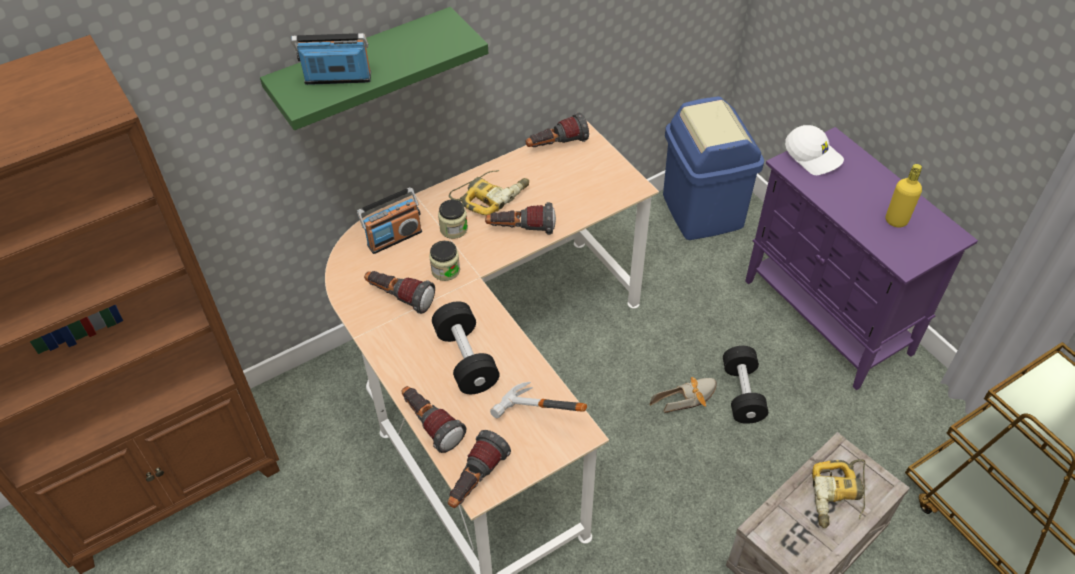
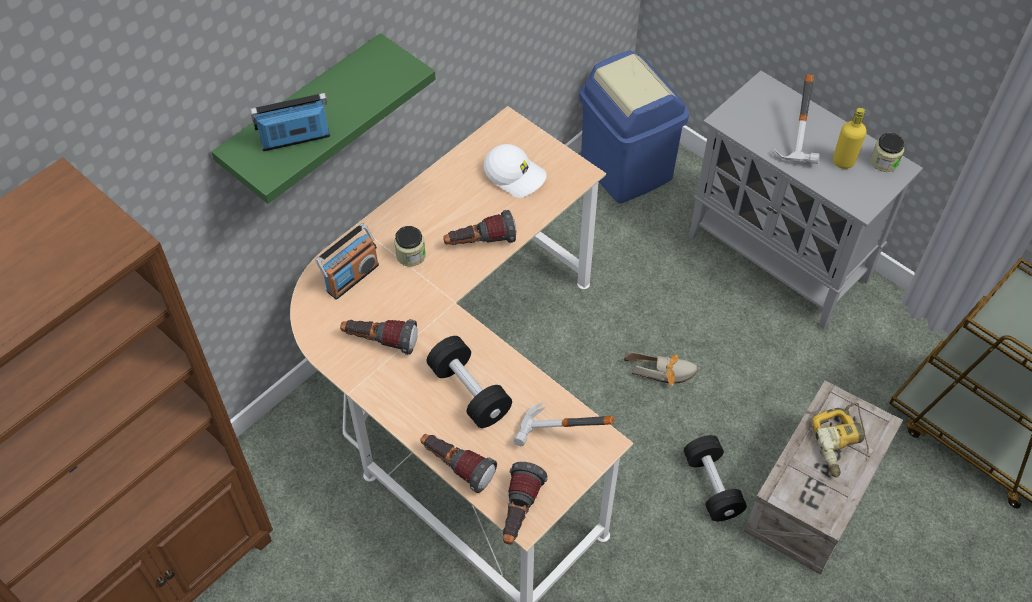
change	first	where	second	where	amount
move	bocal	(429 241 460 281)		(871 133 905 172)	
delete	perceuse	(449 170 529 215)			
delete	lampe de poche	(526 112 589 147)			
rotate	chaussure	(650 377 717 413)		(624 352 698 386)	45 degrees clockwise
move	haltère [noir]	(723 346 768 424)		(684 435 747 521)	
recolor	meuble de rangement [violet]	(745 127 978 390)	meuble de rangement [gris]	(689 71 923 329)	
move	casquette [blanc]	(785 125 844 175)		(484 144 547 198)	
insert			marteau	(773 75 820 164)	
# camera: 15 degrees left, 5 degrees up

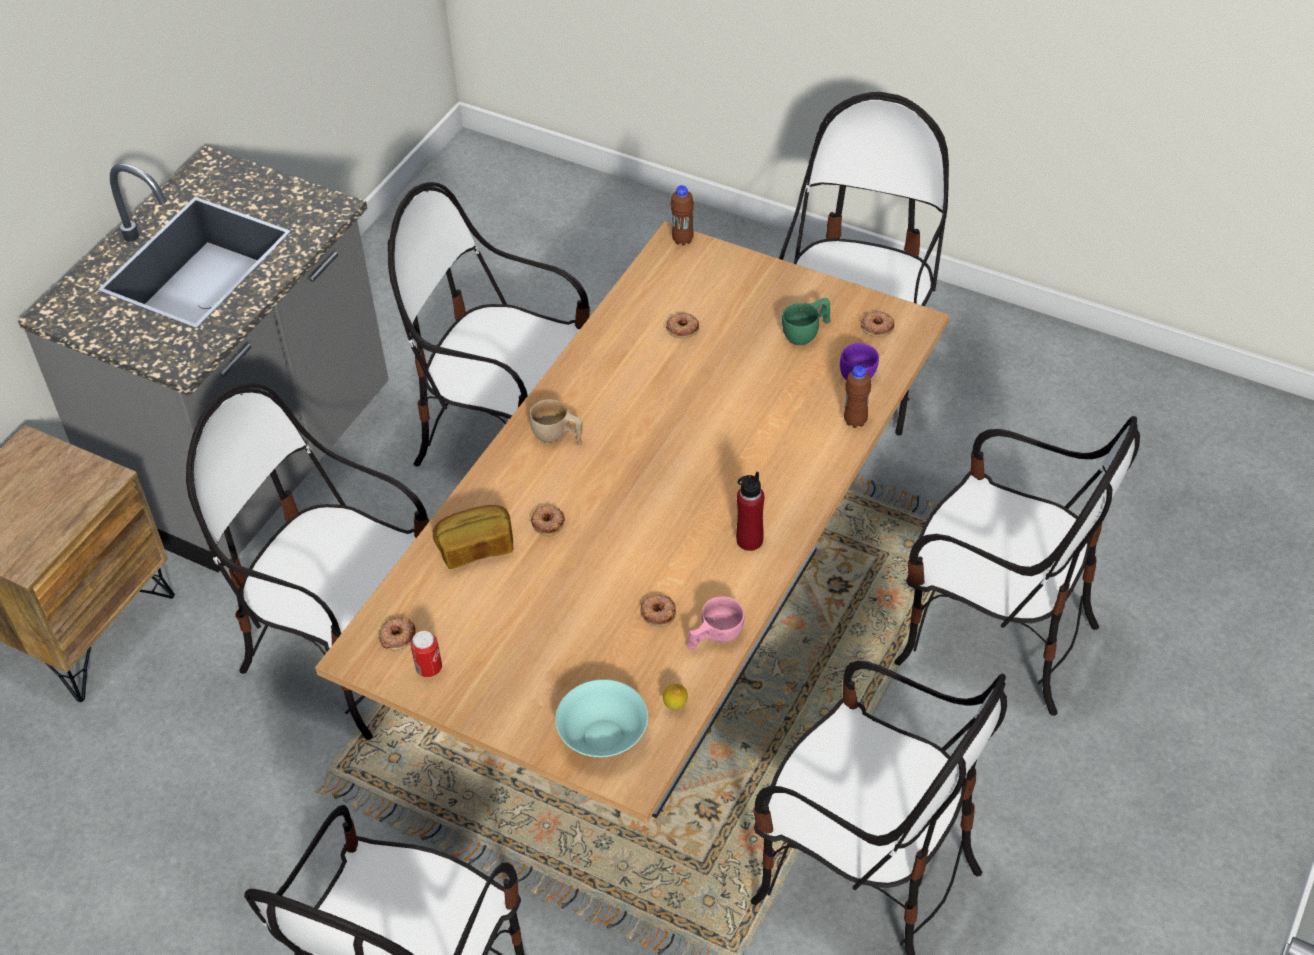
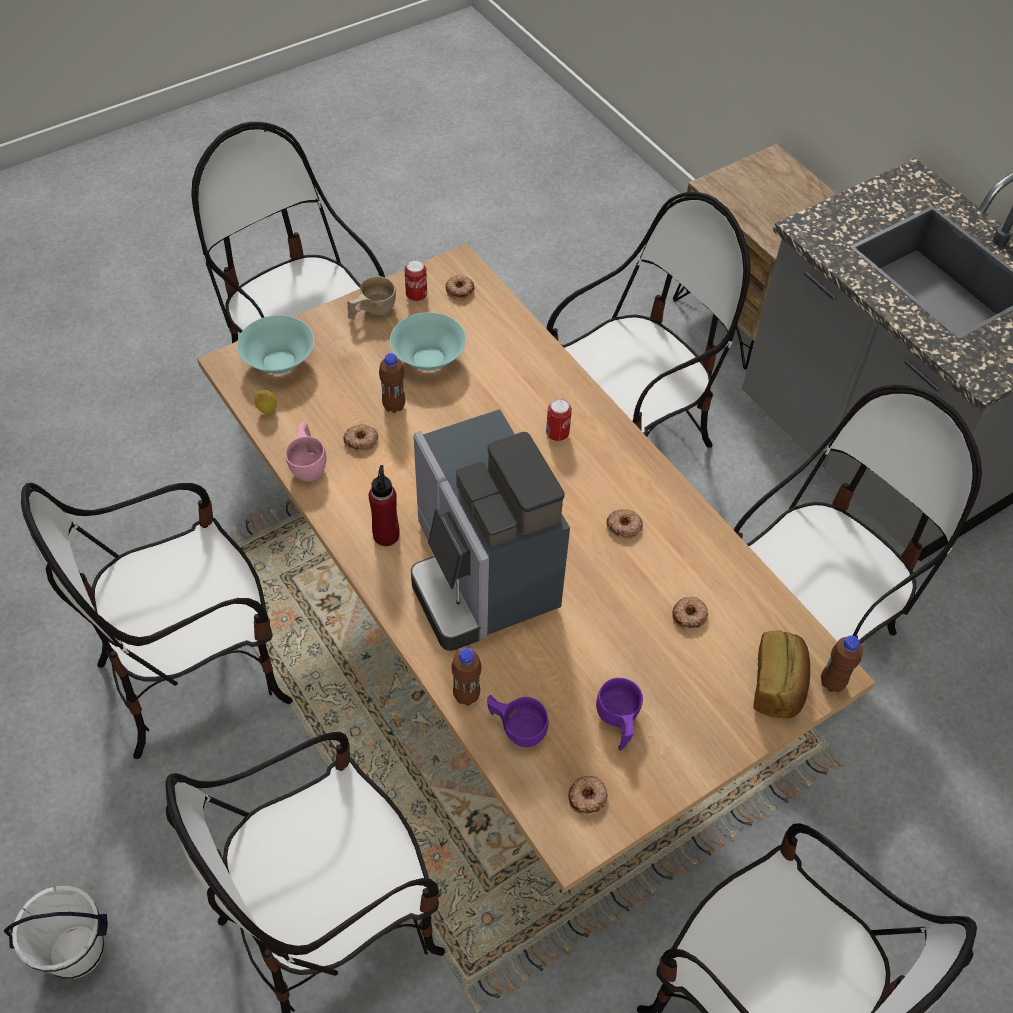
change	first	where	second	where	amount
move	pain	(433 505 513 569)		(753 630 810 718)	
move	tasse [beige]	(529 399 583 445)		(347 276 396 319)	
move	beignet	(531 505 565 536)		(606 509 643 539)	
recolor	tasse [vert]	(782 298 831 345)	tasse [violet]	(596 678 643 751)	
insert			seau [blanc]	(4 886 108 979)	
insert			bouteille [marron]	(379 353 405 413)	
insert			bol [turquoise]	(390 312 466 371)	
insert			machine à café	(411 409 570 651)	
insert			boîte métallique	(546 398 572 441)	
# camera: 115 degrees right, 5 degrees up

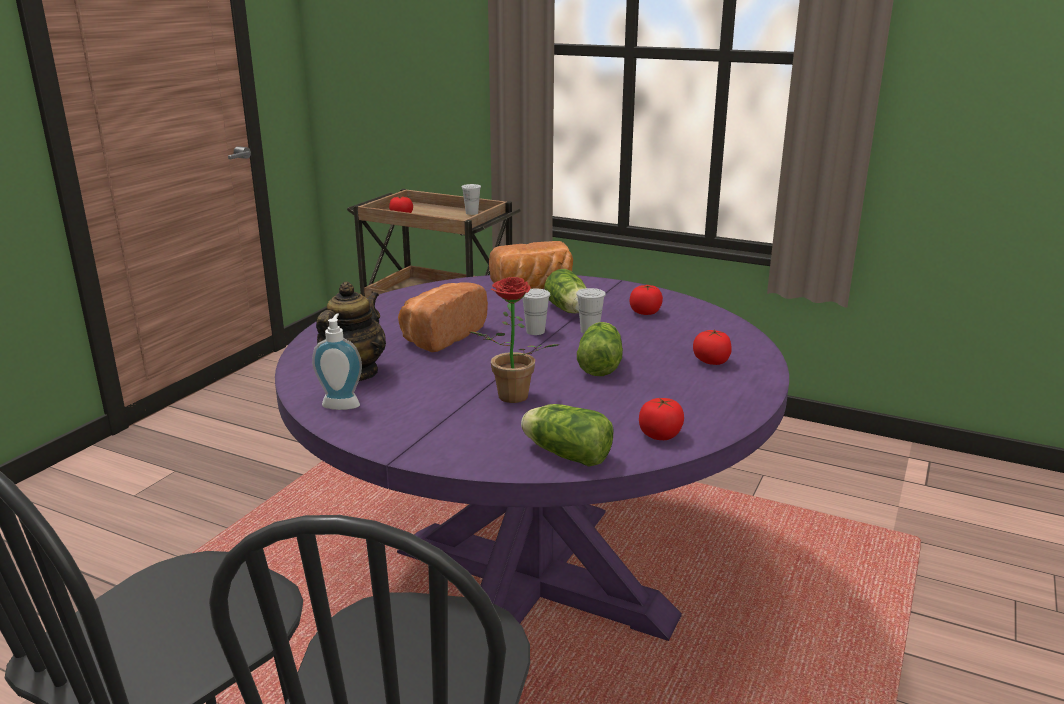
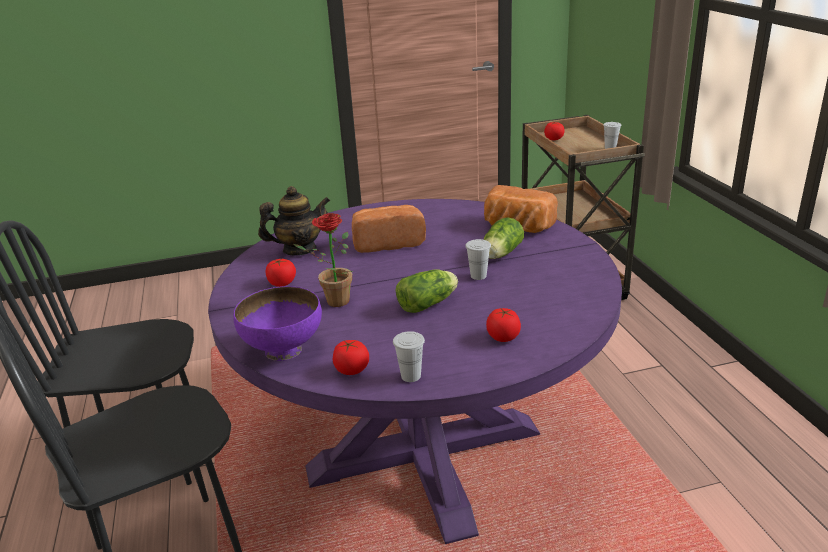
change	first	where	second	where	amount
delete	distributeur de savon	(312 313 362 410)			
replace	laitue	(521 404 613 467)	bol [violet]	(234 286 322 361)	
move	tasse [blanc]	(523 289 550 335)		(393 331 425 382)	
move	tomate	(630 285 663 315)		(266 259 296 287)	
# camera: 50 degrees right, 5 degrees up

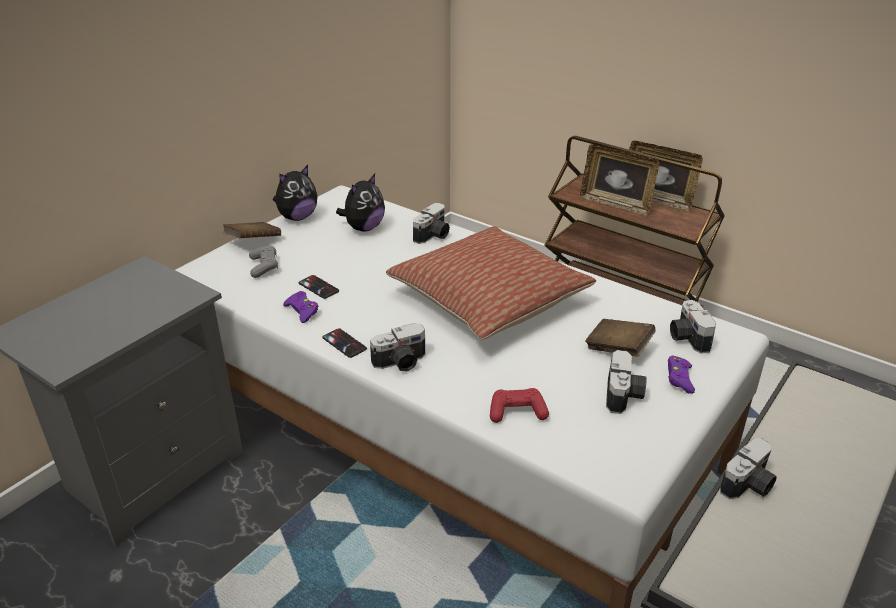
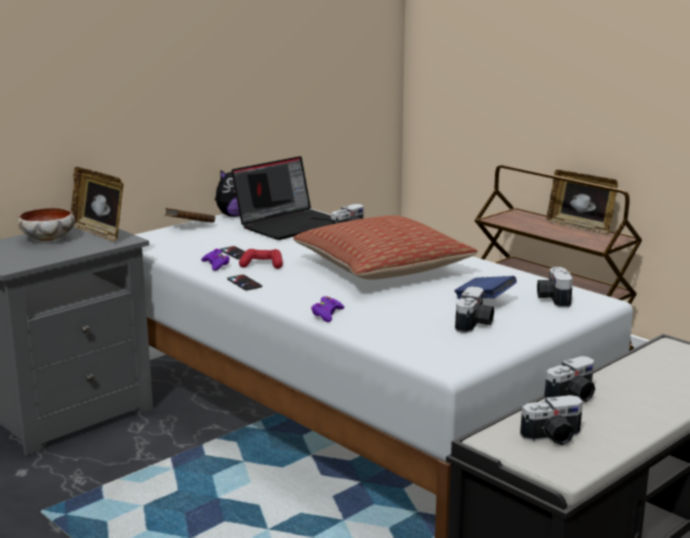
change	first	where	second	where	amount
delete	manette [gris]	(249 246 278 278)			
replace	peluche	(336 174 385 232)	ordinateur portable	(231 156 331 240)	
move	appareil photo	(370 323 425 372)		(520 395 583 445)	
move	manette [rouge]	(490 388 549 423)		(239 249 283 269)	
move	cadre photo	(580 144 659 216)		(71 167 124 242)	
recolor	livre [marron]	(585 319 655 357)	livre [bleu]	(454 276 517 299)	
move	manette [violet]	(668 356 695 394)		(311 296 344 322)	
insert			bol	(18 208 75 241)	
# camera: 10 degrees right, 15 degrees down

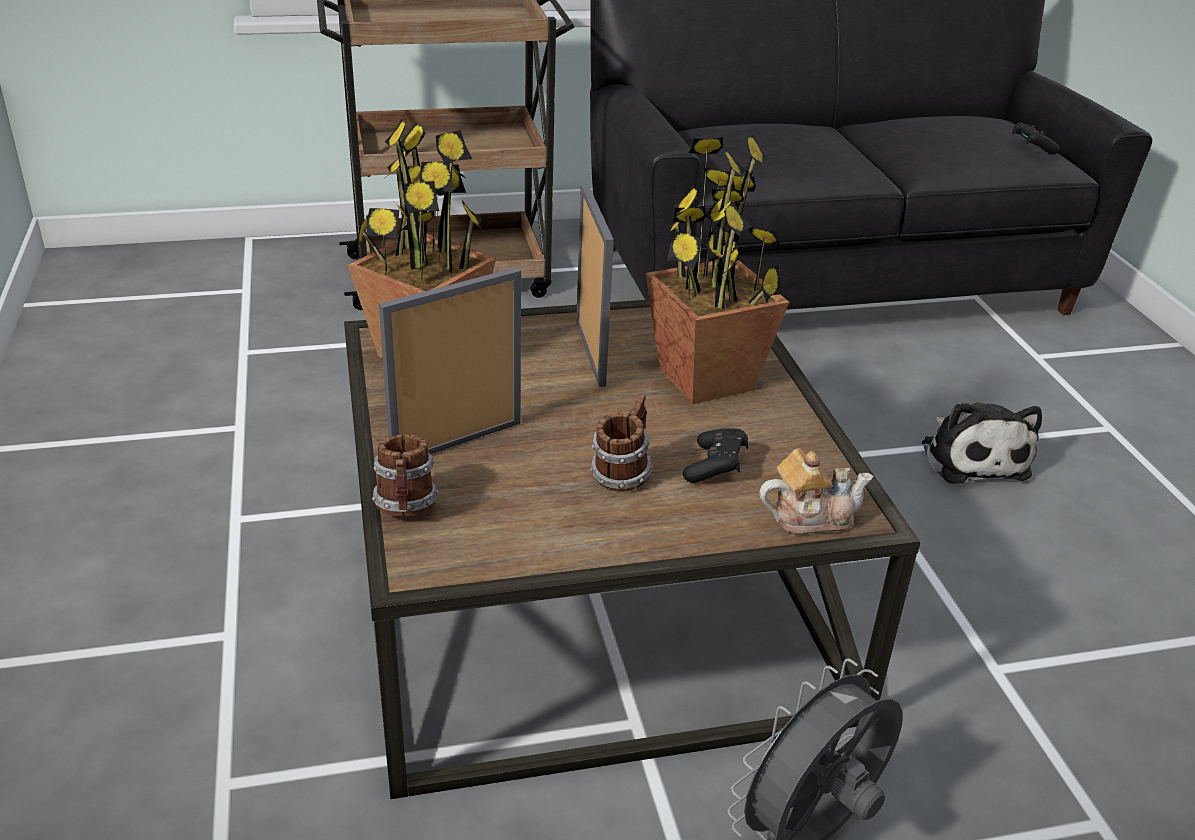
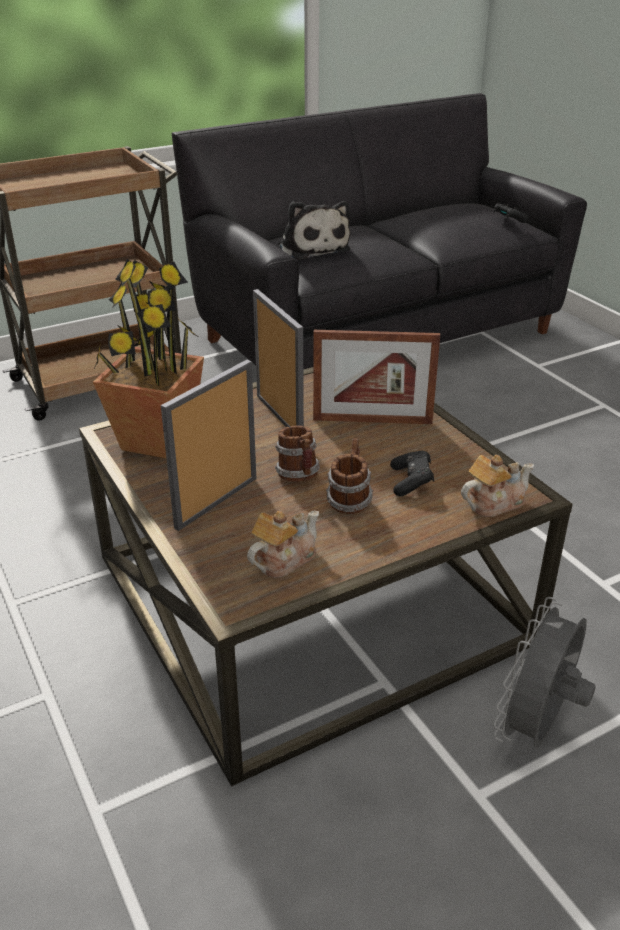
change	first	where	second	where	amount
move	mug	(372 434 439 517)		(275 425 320 482)	
replace	plante en pot	(646 133 789 404)	cadre photo	(313 330 440 424)	
move	peluche	(922 402 1042 484)		(278 201 351 260)	
insert			théière	(247 510 319 578)	
# camera: 15 degrees left, 0 degrees up

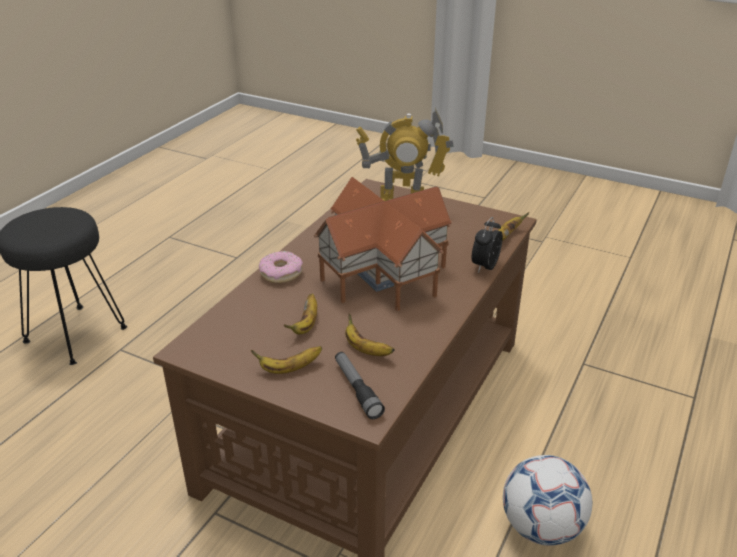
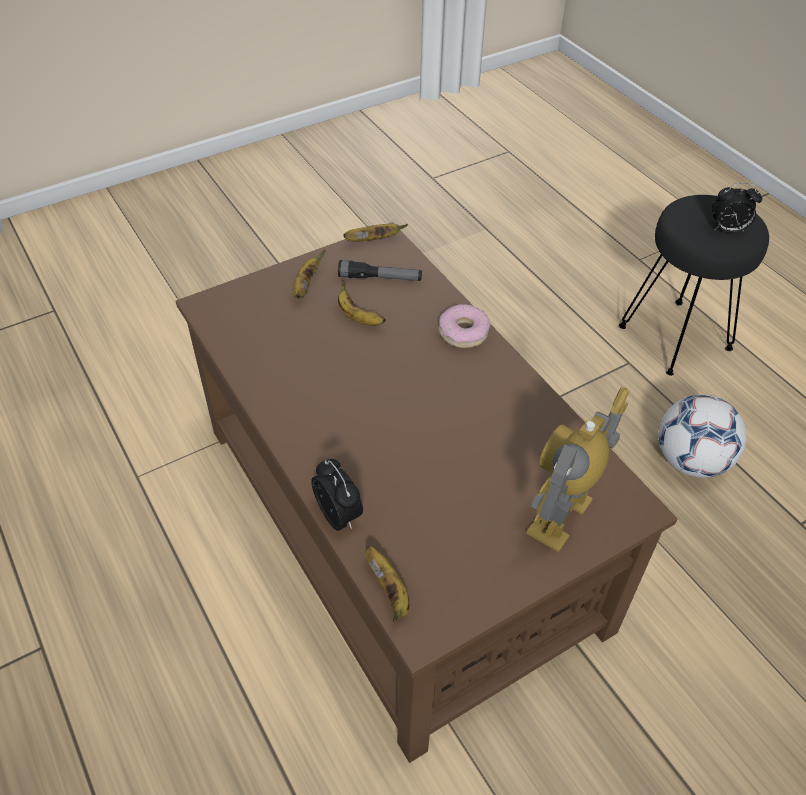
change	first	where	second	where	amount
delete	maison miniature	(314 177 452 311)			
move	lampe de poche	(335 352 385 419)		(338 260 422 281)	
move	banane	(345 313 395 356)		(343 224 408 242)	
move	ballon de foot	(503 455 592 546)		(659 394 747 478)	
insert			réveil	(712 183 762 232)	
# camera: 120 degrees right, 15 degrees up

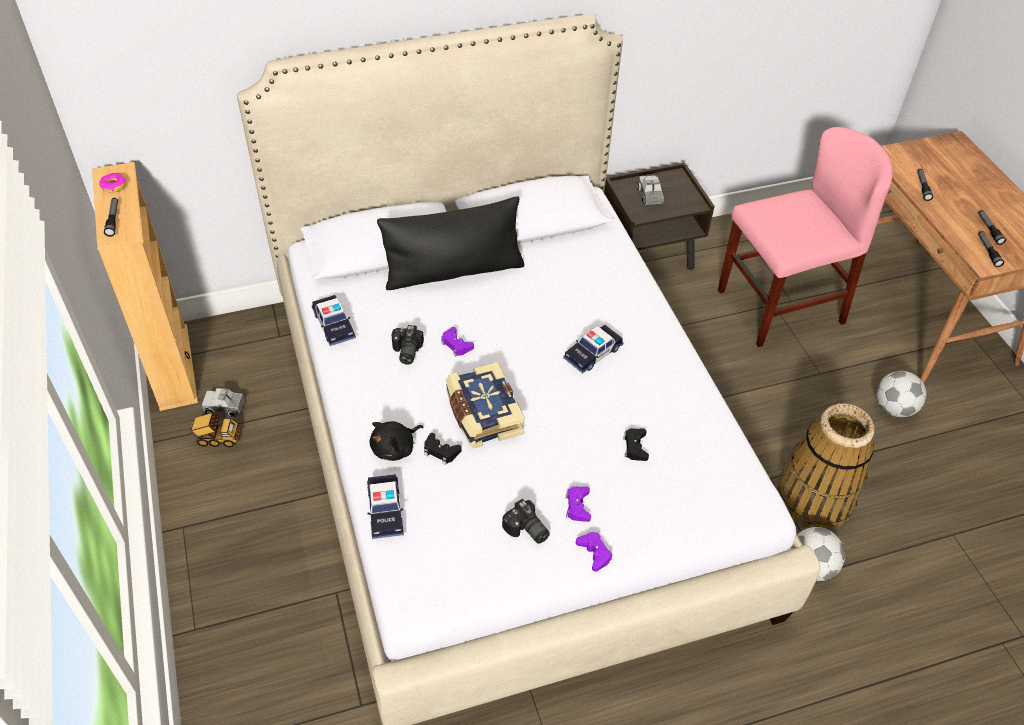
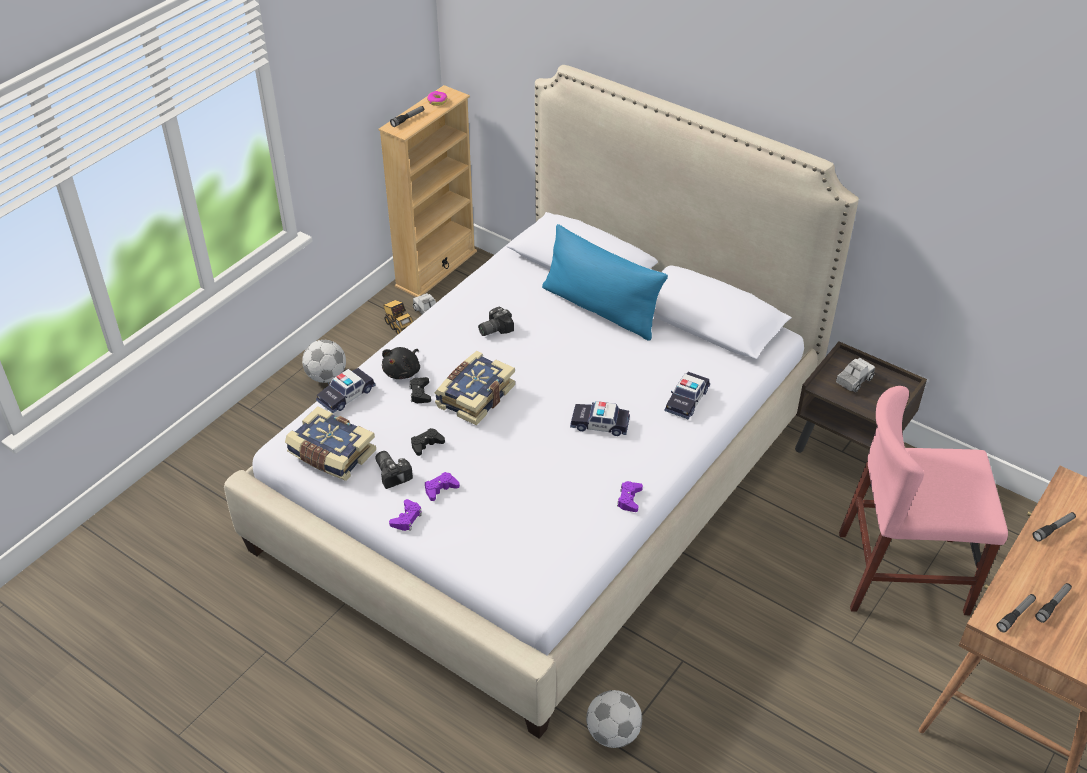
change	first	where	second	where	amount
move	petite voiture	(312 295 356 346)		(665 372 710 420)	
rotate	peluche [noir]	(370 421 423 461)		(382 347 420 379)	75 degrees counterclockwise
recolor	coussin [noir]	(377 196 525 290)	coussin [bleu]	(542 224 668 341)	
move	manette [violet]	(441 327 474 356)		(617 481 643 512)	
rotate	appareil photo	(502 499 550 544)		(375 451 413 489)	135 degrees clockwise
move	manette [noir]	(623 428 649 461)		(411 428 445 456)	
rotate	chaise [rose]	(718 127 893 347)		(839 386 1008 615)	150 degrees clockwise
delete	panier	(777 403 875 530)			
move	ballon de foot	(877 371 927 417)		(302 340 346 383)	
insert			livre	(285 406 376 481)	
# camera: 55 degrees right, 5 degrees down

